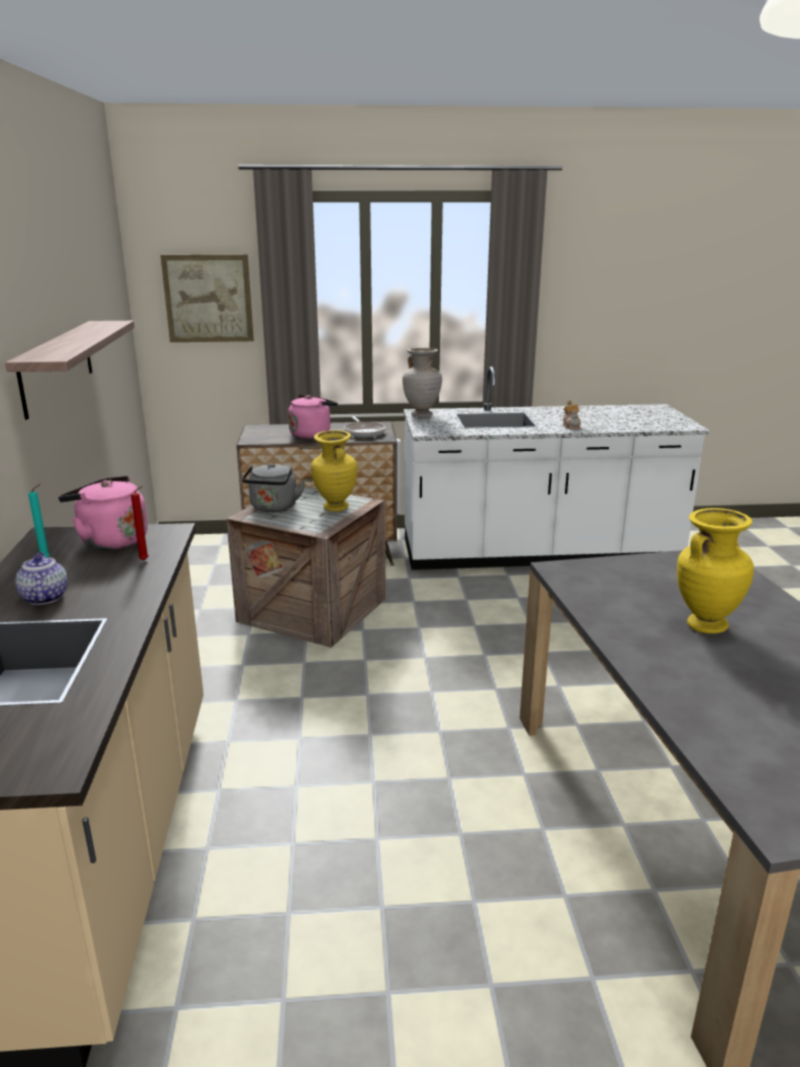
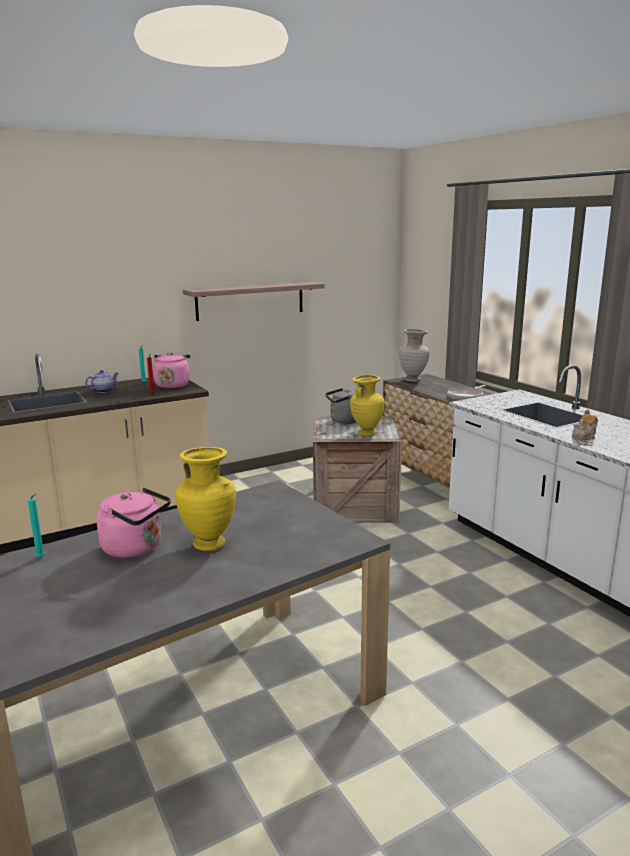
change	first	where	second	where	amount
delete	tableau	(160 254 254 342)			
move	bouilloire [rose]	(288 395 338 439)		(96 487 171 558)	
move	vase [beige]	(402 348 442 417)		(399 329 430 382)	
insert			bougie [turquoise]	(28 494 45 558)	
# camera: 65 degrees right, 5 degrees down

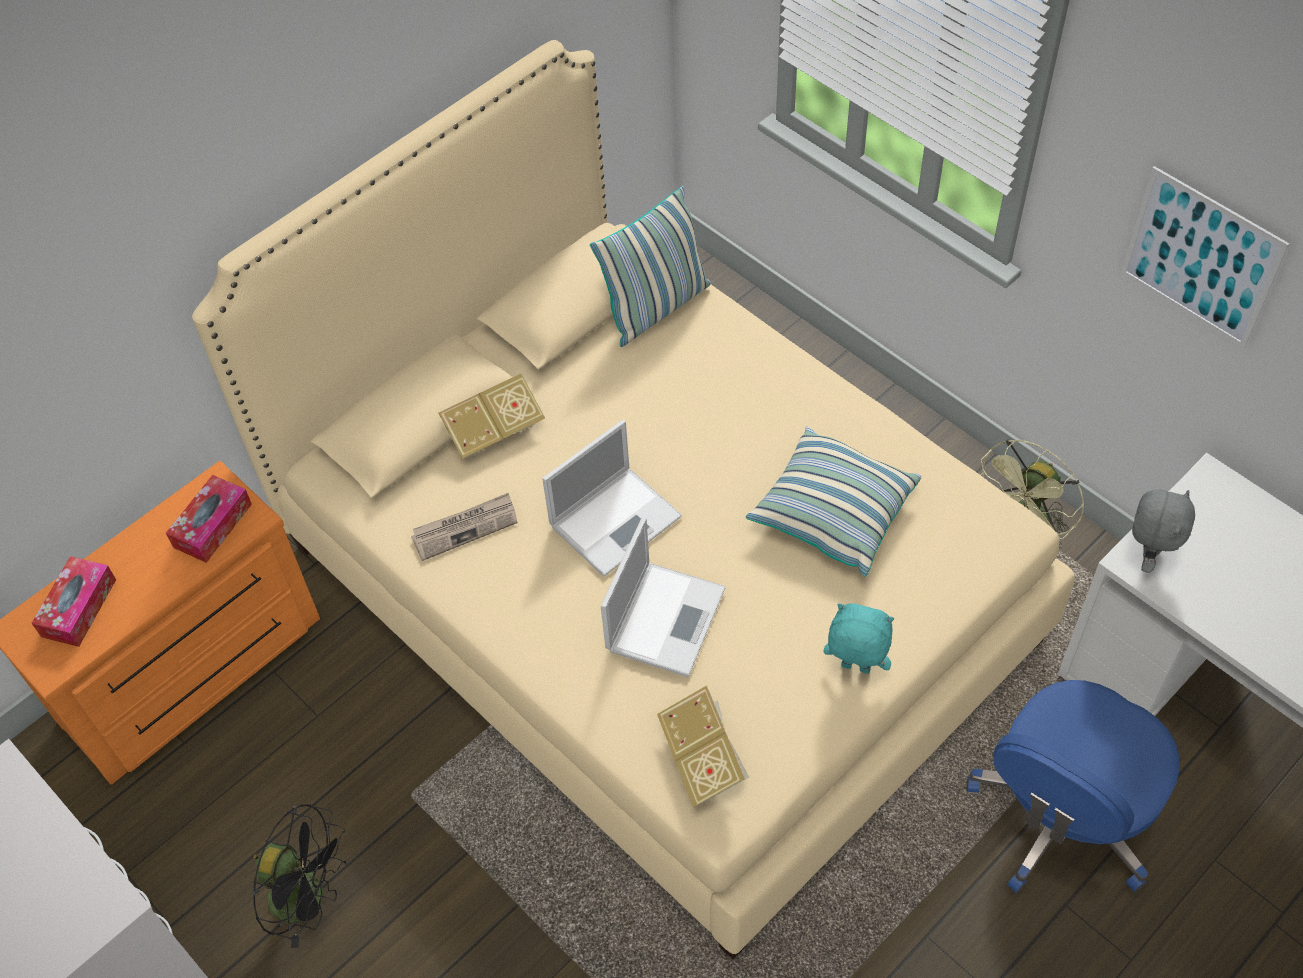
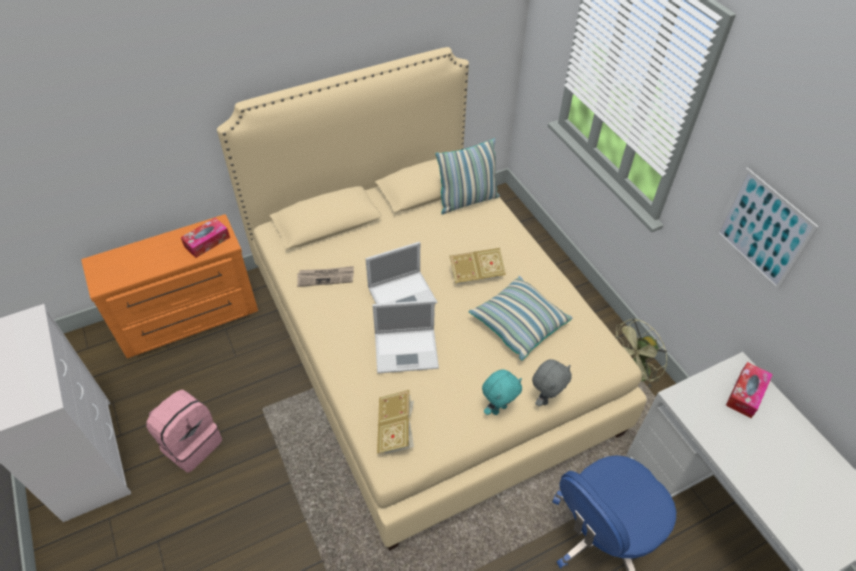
change	first	where	second	where	amount
move	boîte à mouchoirs	(31 556 116 647)		(726 362 773 418)	
replace	ventilateur [noir]	(252 804 346 948)	sac à dos [rose]	(146 389 222 472)	
move	livre	(438 373 545 459)		(450 248 506 284)	
rotate	ordinateur portable	(601 517 726 677)		(372 300 439 373)	45 degrees clockwise
rotate	peluche [turquoise]	(823 603 894 674)		(482 369 522 415)	105 degrees clockwise
move	peluche [gris]	(1132 490 1195 573)		(532 359 572 406)	
# camera: 15 degrees right, 5 degrees down

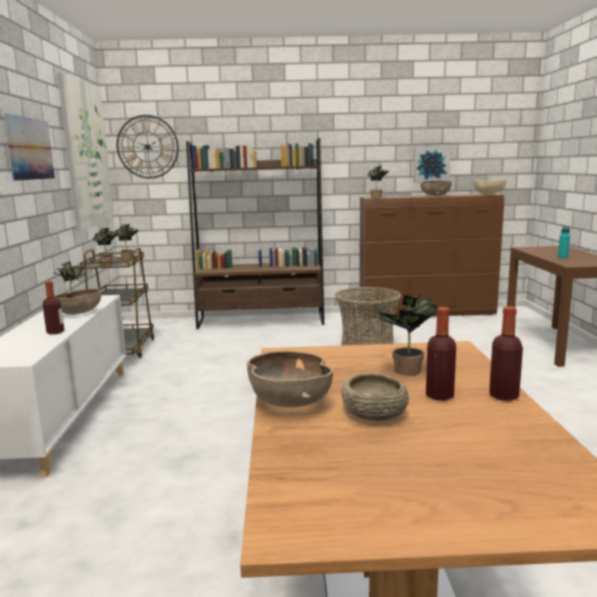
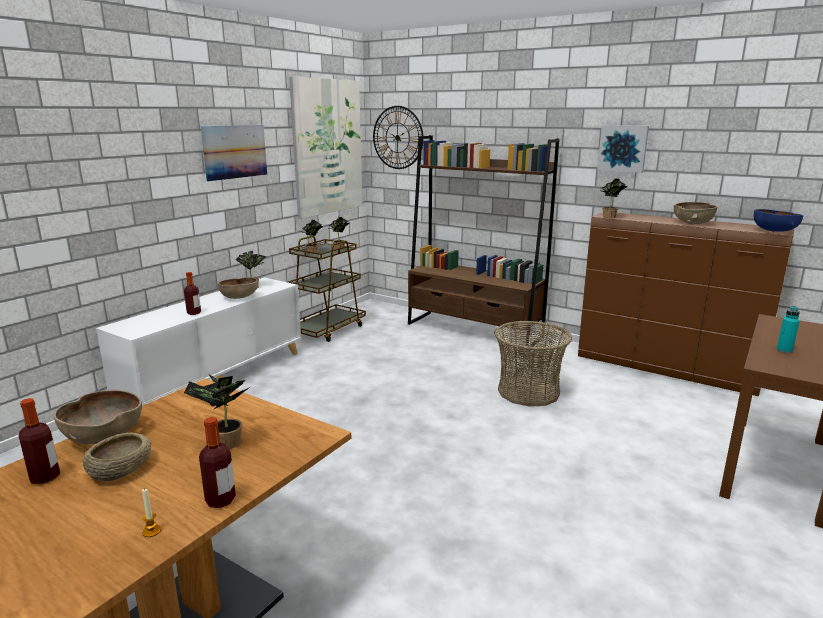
change	first	where	second	where	amount
move	tableau	(413 146 451 183)		(597 125 649 173)	
move	bouteille	(426 307 456 401)		(19 398 60 484)	
recolor	bol [beige]	(474 180 506 194)	bol [bleu]	(754 209 803 232)	
insert			bougie	(142 488 161 537)	
# camera: 35 degrees right, 5 degrees up

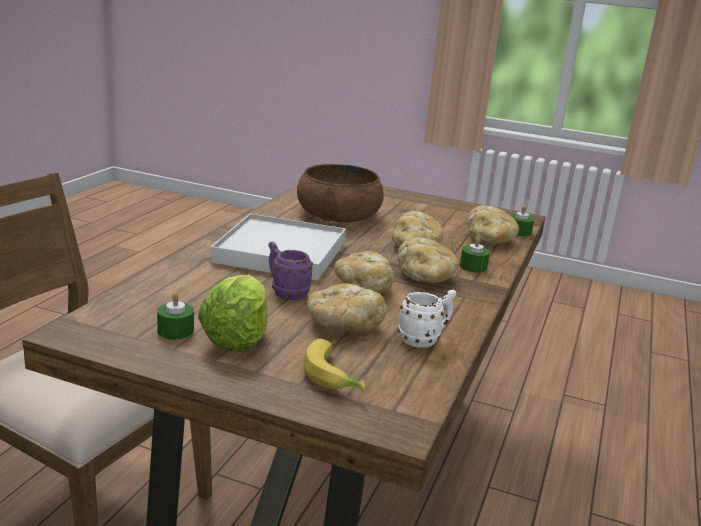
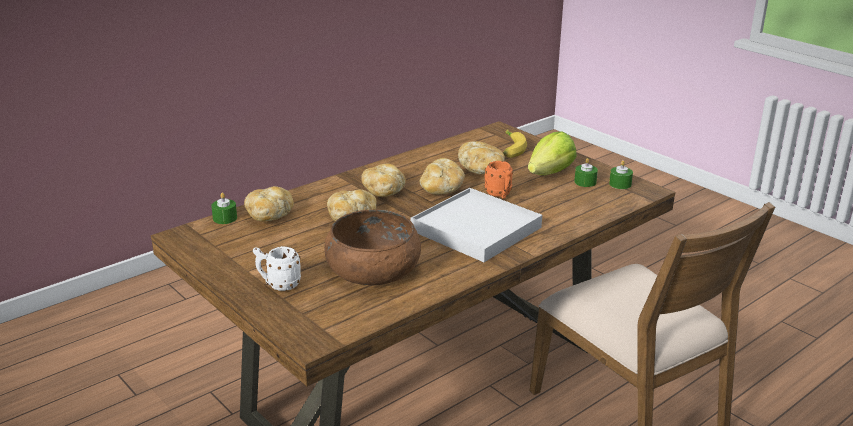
change	first	where	second	where	amount
recolor	mug [violet]	(269 241 313 300)	mug [orange]	(484 161 513 199)	
move	mug [blanc]	(398 289 456 348)		(253 246 301 291)	
move	bougie [vert]	(460 236 490 273)		(609 160 633 189)	
# camera: 150 degrees left, 5 degrees up

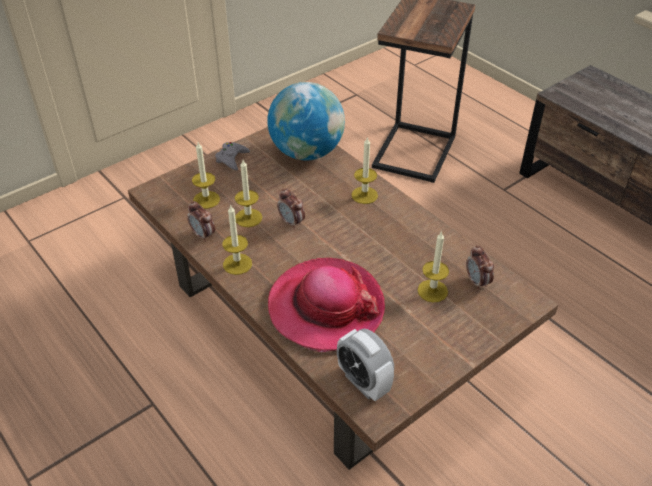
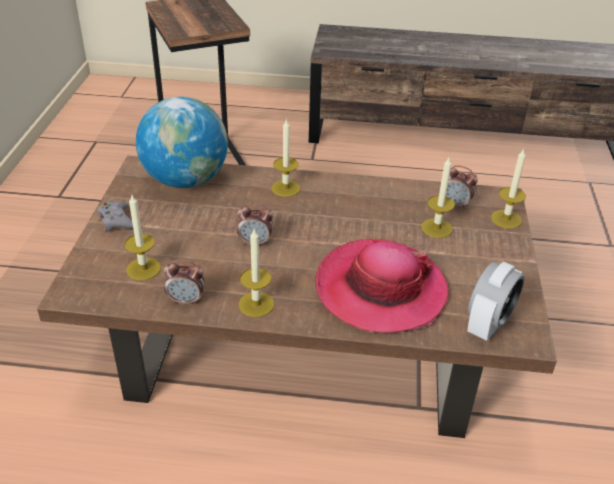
change	first	where	second	where	amount
move	bougie	(235 160 262 227)		(491 149 526 229)	
rotate	réveil	(337 329 394 401)		(467 262 525 341)	60 degrees counterclockwise
# camera: 45 degrees left, 5 degrees down

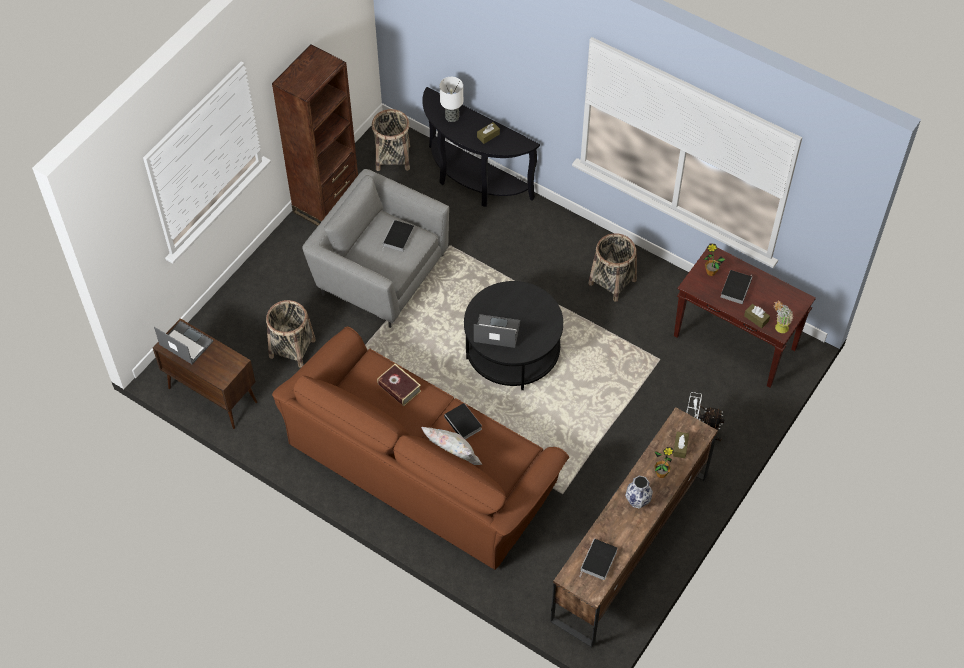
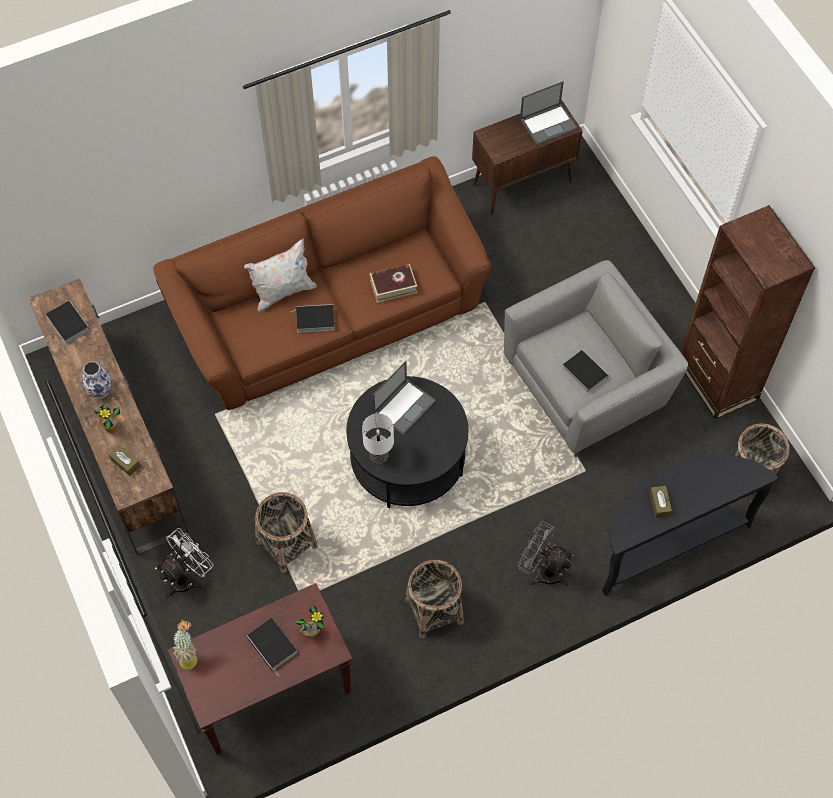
change	first	where	second	where	amount
move	panier	(266 300 316 368)		(255 492 318 573)	
move	lampe de table	(440 77 463 122)		(362 413 394 463)	
delete	boîte à mouchoirs [marron]	(744 304 770 328)			
insert			ventilateur [gris]	(517 521 574 586)	
# camera: 120 degrees right, 5 degrees up

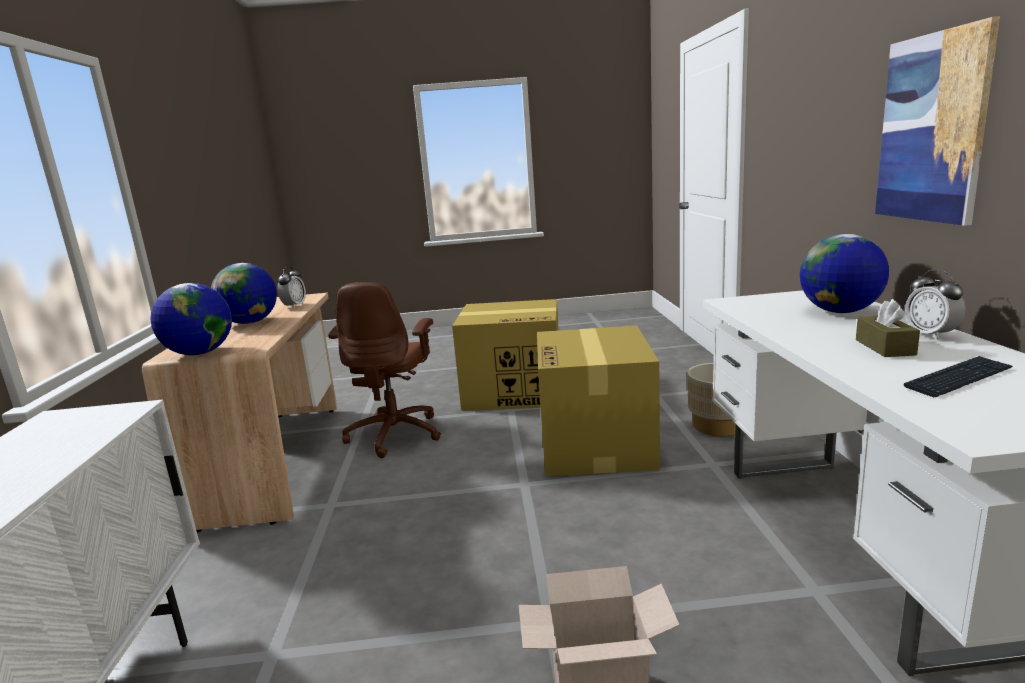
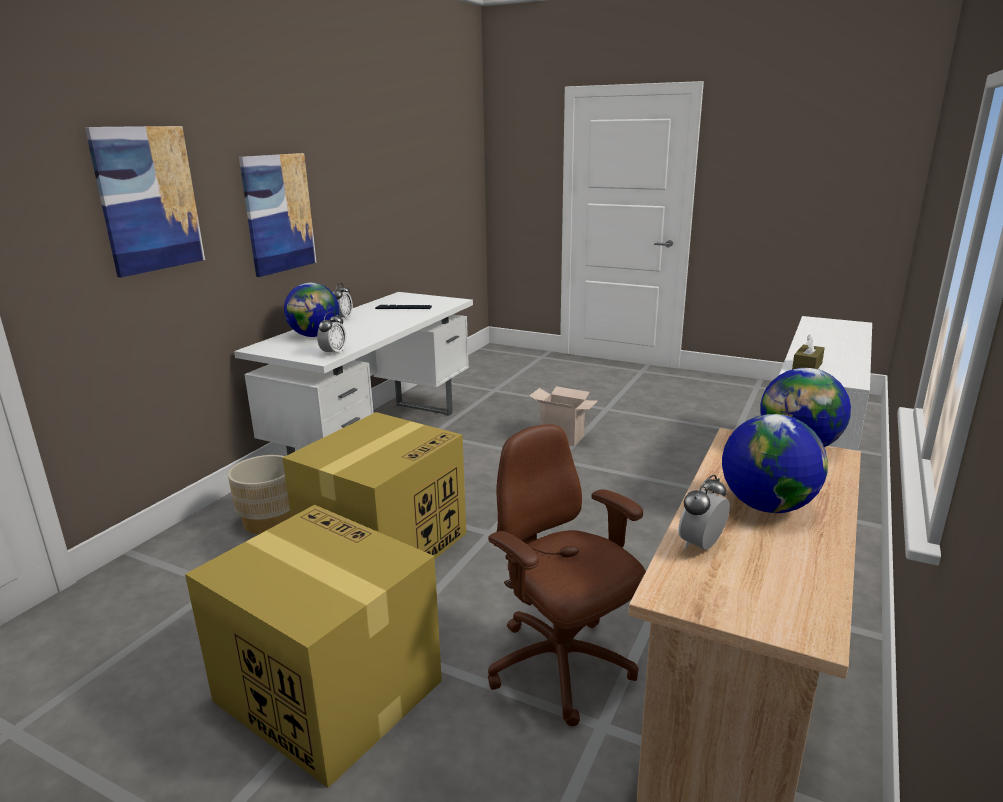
change	first	where	second	where	amount
rotate	chaise de bureau [marron]	(328 282 441 458)		(488 424 646 726)	75 degrees counterclockwise
move	boîte à mouchoirs [marron]	(856 299 920 357)		(792 334 825 370)	
insert			tableau	(85 126 205 277)	
insert			réveil	(317 312 346 356)	
# camera: 150 degrees left, 5 degrees up

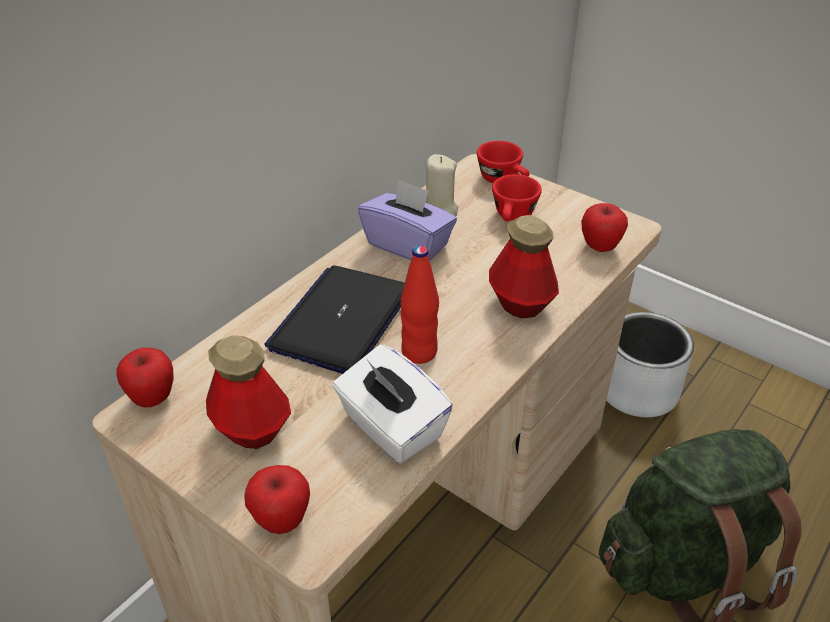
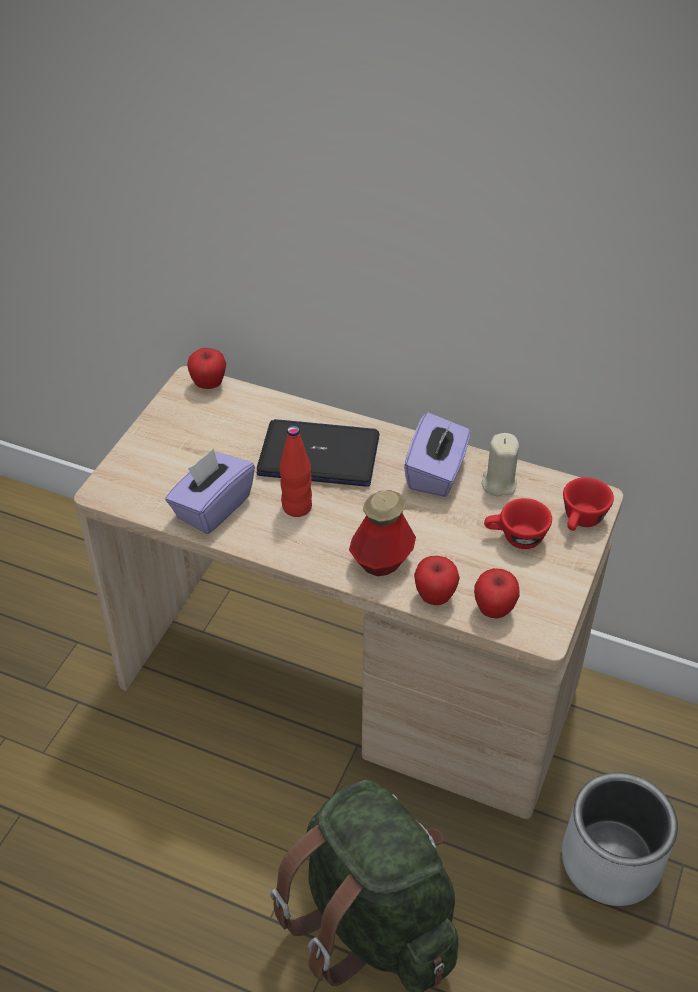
change	first	where	second	where	amount
delete	bouteille	(206 335 291 449)			
move	pomme	(244 465 310 534)		(414 556 460 605)	
recolor	boîte à mouchoirs [blanc]	(333 344 453 463)	boîte à mouchoirs [violet]	(165 449 255 534)	
# camera: 75 degrees right, 5 degrees up

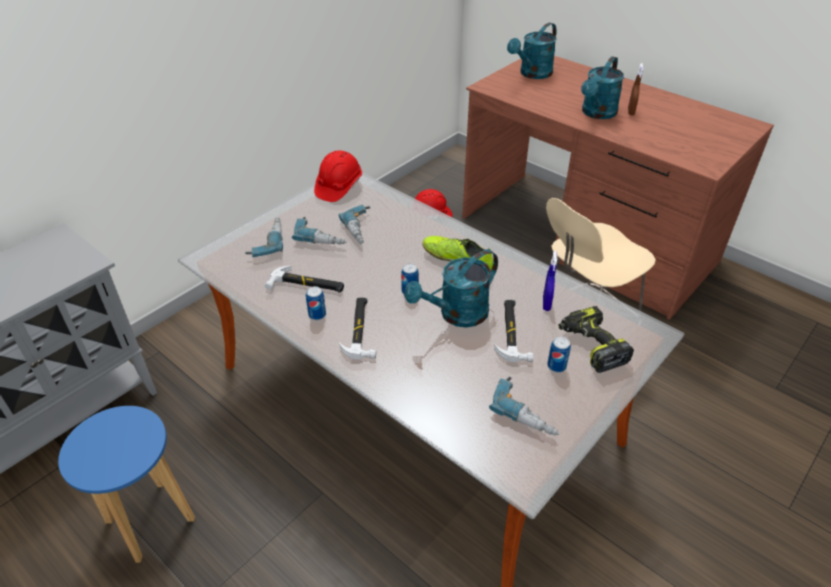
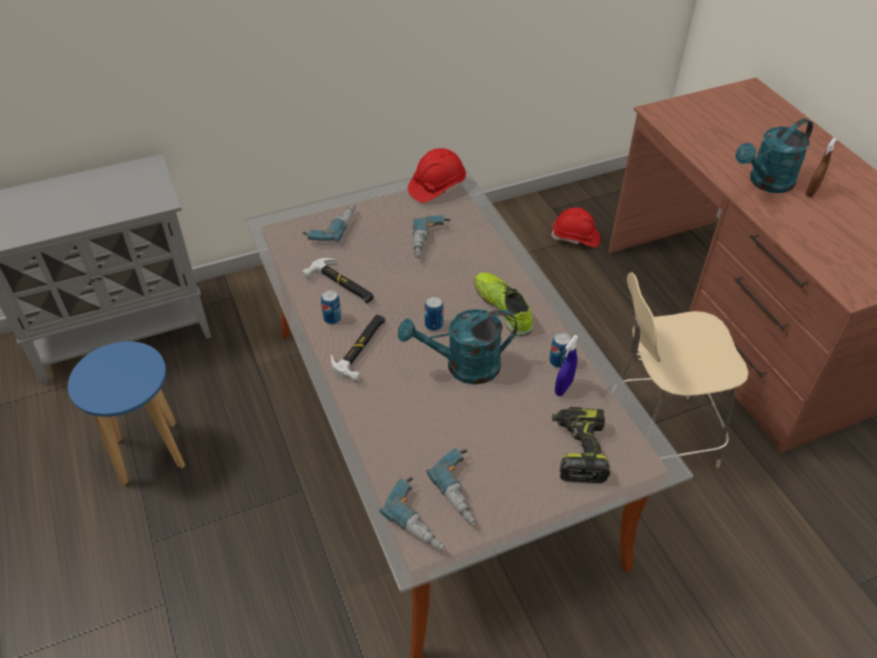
change	first	where	second	where	amount
move	perceuse	(292 217 346 245)		(379 477 446 551)	
delete	marteau	(494 300 533 362)			
delete	arrosoir [turquoise]	(507 23 557 79)			
move	boîte métallique	(547 337 571 372)		(549 333 571 368)	
# camera: 25 degrees right, 5 degrees up

